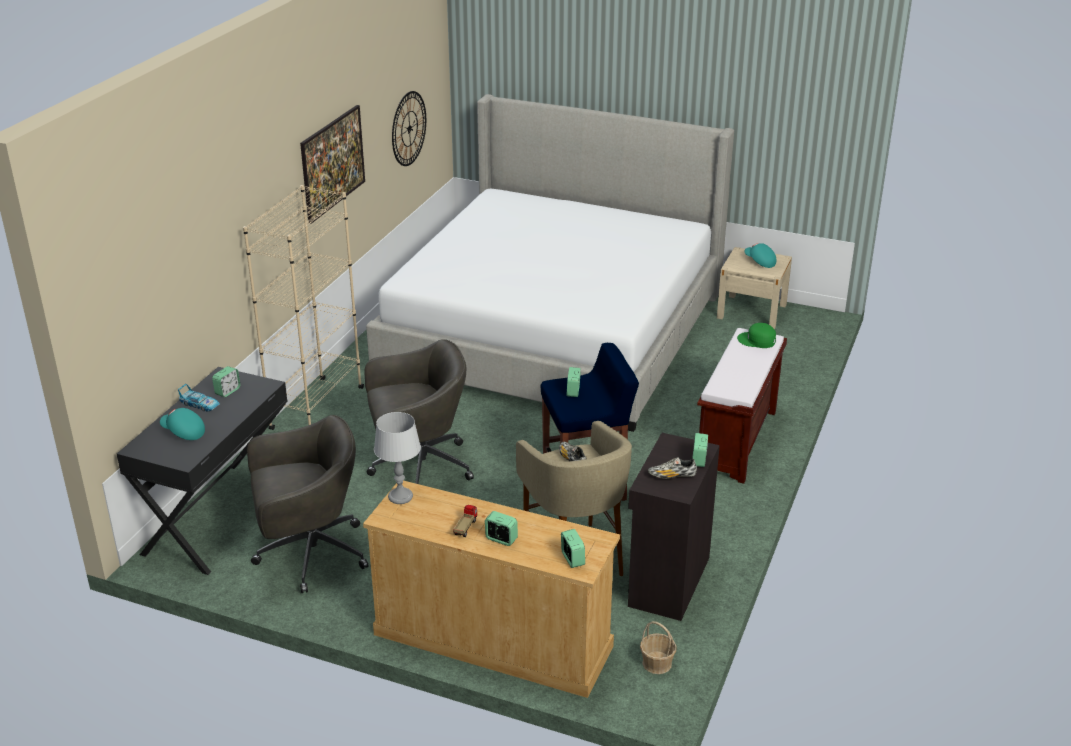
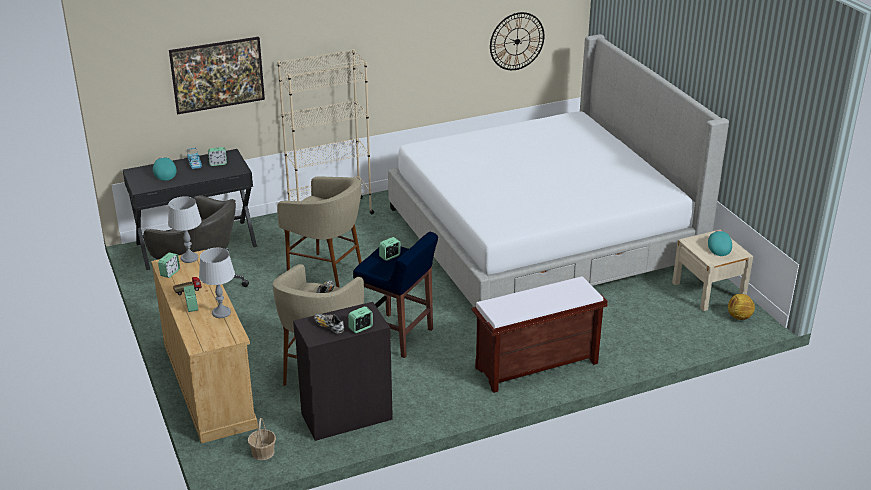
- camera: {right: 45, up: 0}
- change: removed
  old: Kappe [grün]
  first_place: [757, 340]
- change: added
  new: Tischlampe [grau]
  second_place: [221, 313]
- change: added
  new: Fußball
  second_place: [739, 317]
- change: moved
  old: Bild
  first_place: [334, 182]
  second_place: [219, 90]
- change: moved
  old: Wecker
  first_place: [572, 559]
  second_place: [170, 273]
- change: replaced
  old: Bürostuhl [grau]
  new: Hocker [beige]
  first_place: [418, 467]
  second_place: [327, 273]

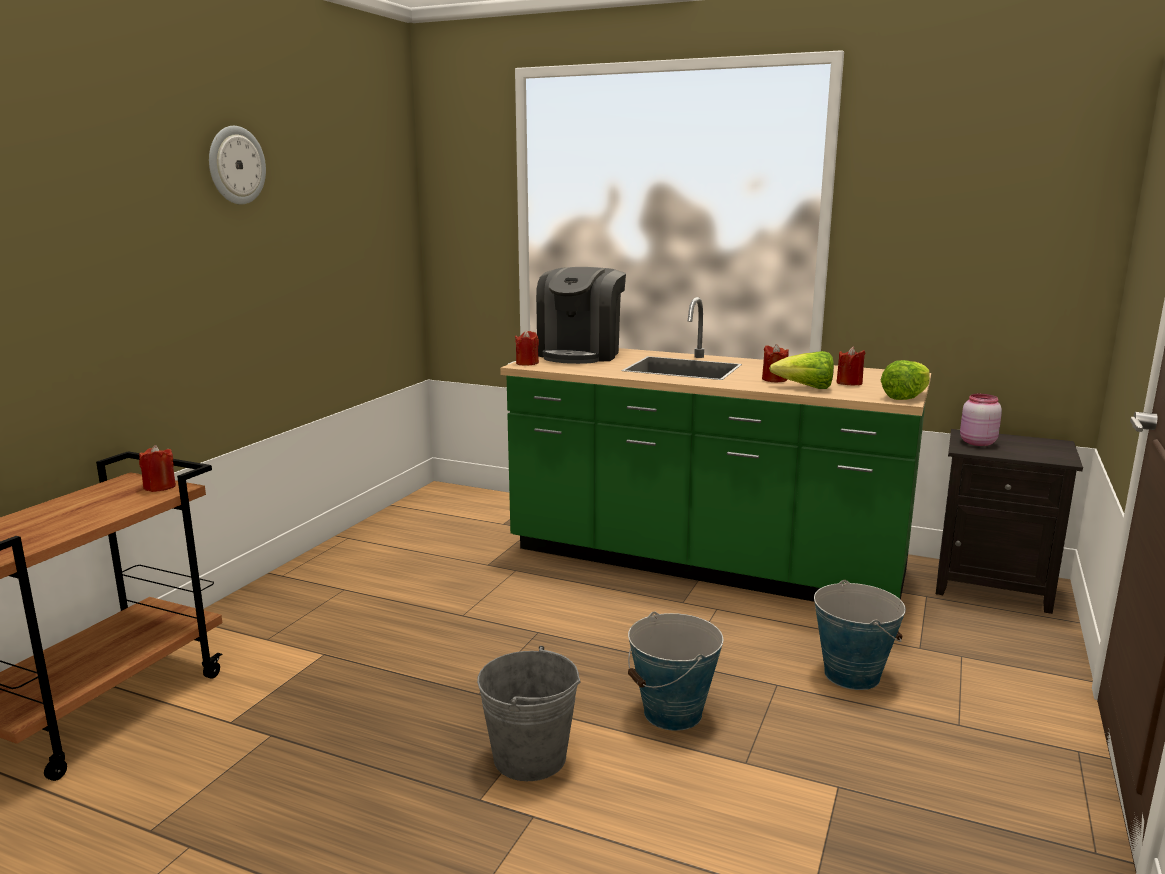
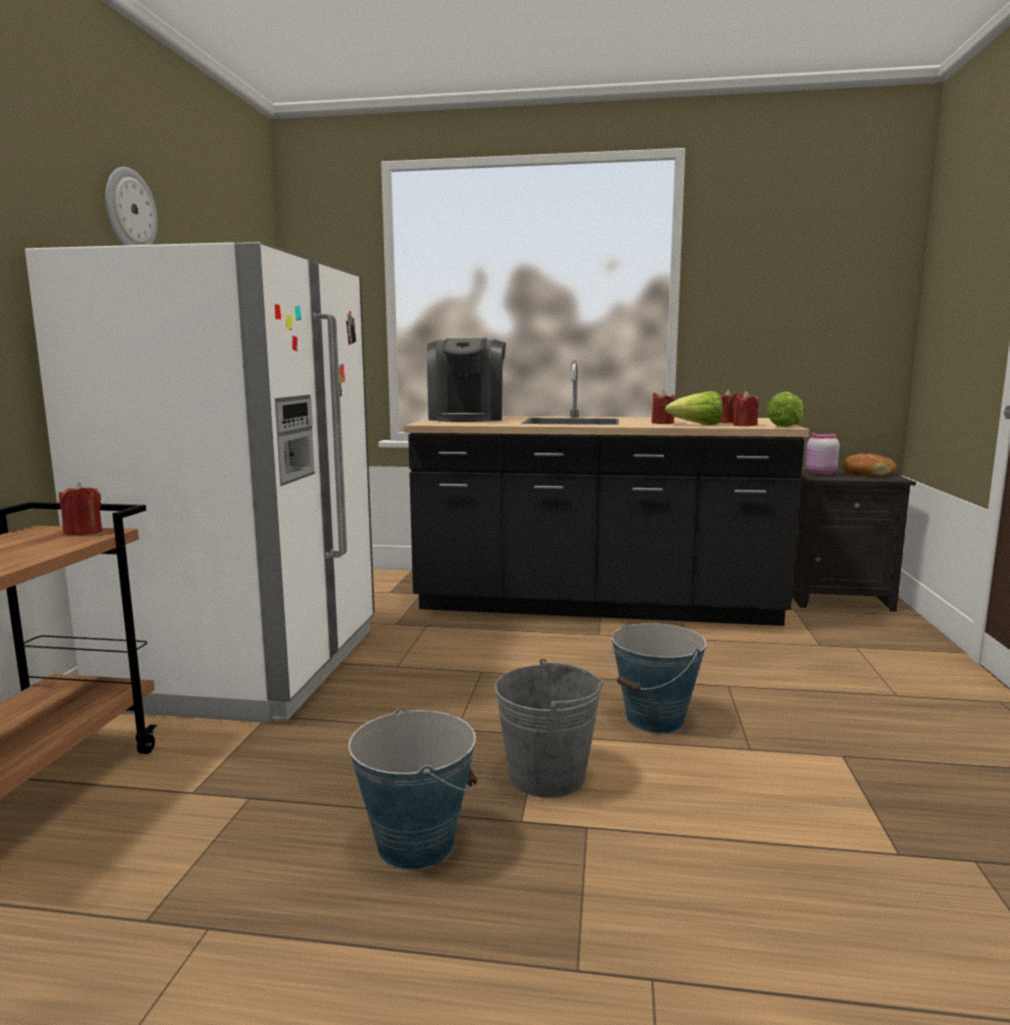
- camera: {right: -15, up: -5}
- change: added
  new: Kühlschrank [weiß]
  second_place: [248, 666]
- change: added
  new: Brot
  second_place: [867, 474]
- change: moved
  old: Kerze [rot]
  first_place: [527, 363]
  second_place: [744, 425]
- change: moved
  old: Eimer
  first_place: [851, 674]
  second_place: [415, 844]
- change: recoloured
  old: Küchenzeile [grün]
  new: Küchenzeile [schwarz]
  first_place: [704, 563]
  second_place: [596, 604]

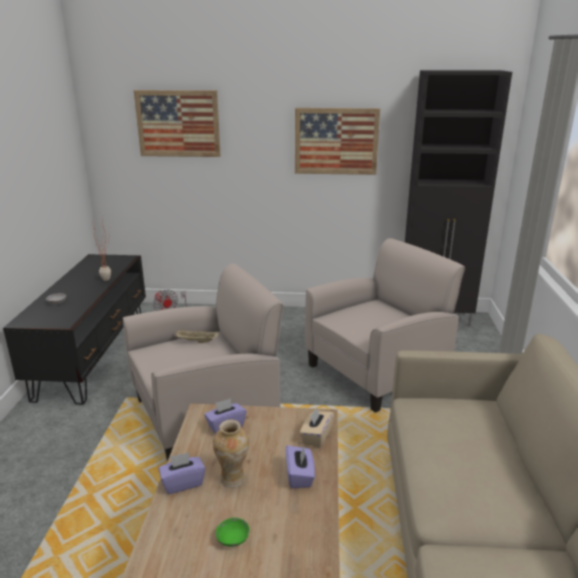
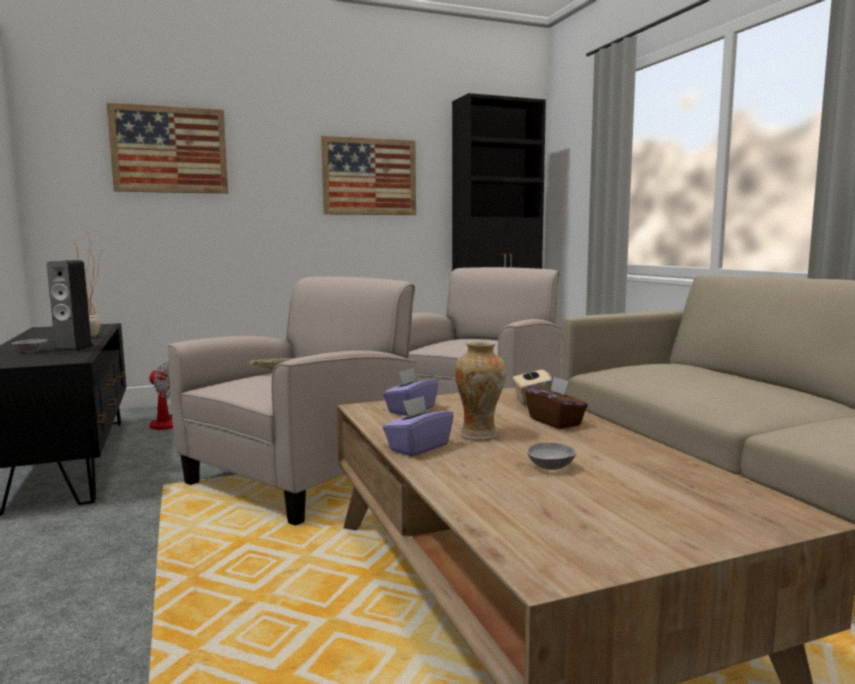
- camera: {right: -25, up: -15}
- change: added
  new: Lautsprecher
  second_place: [73, 348]
- change: recoloured
  old: Schüssel [grün]
  new: Schüssel [grau]
  first_place: [233, 539]
  second_place: [550, 467]
- change: recoloured
  old: Taschentuchbox [lila]
  new: Taschentuchbox [braun]
  first_place: [300, 476]
  second_place: [555, 422]

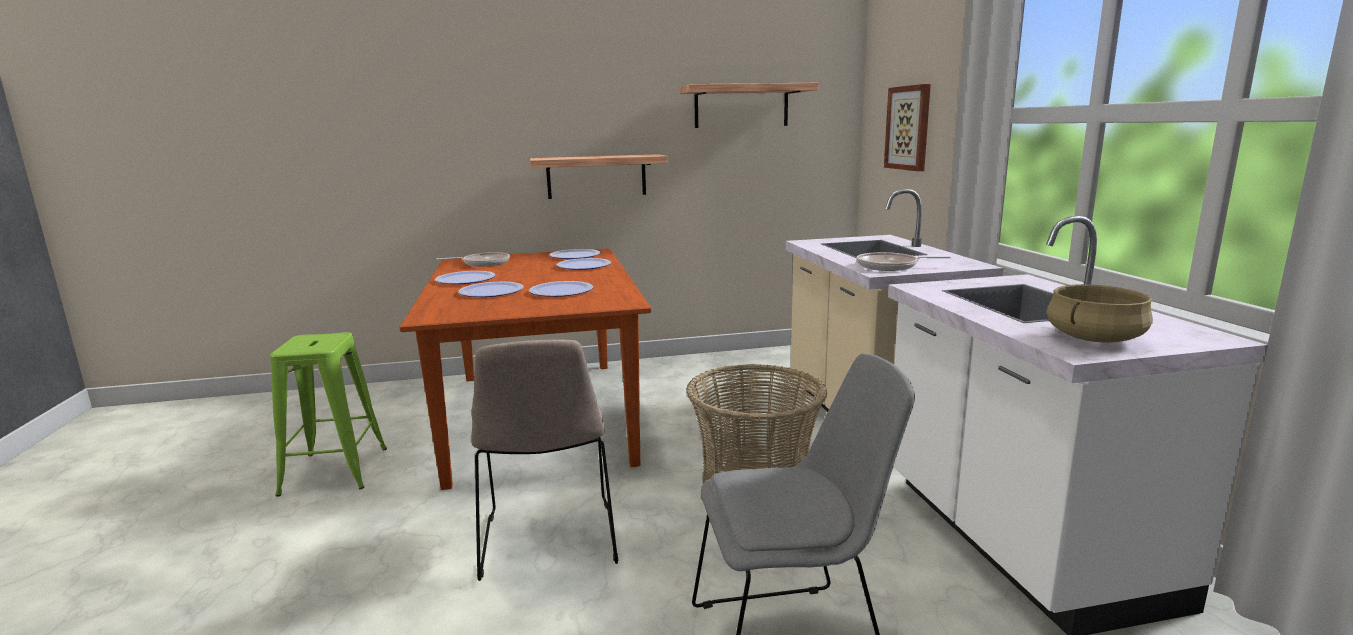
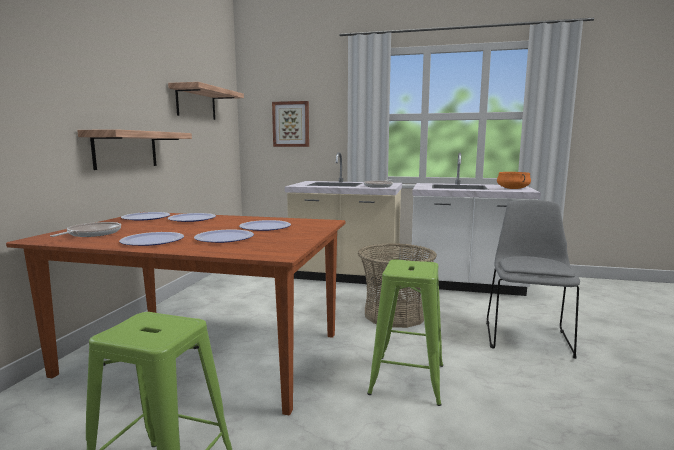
- camera: {right: -65, up: -5}
- change: replaced
  old: Stuhl [beige]
  new: Hocker [grün]
  first_place: [549, 543]
  second_place: [407, 378]
- change: recoloured
  old: Kochtopf [beige]
  new: Kochtopf [orange]
  first_place: [1093, 338]
  second_place: [512, 189]

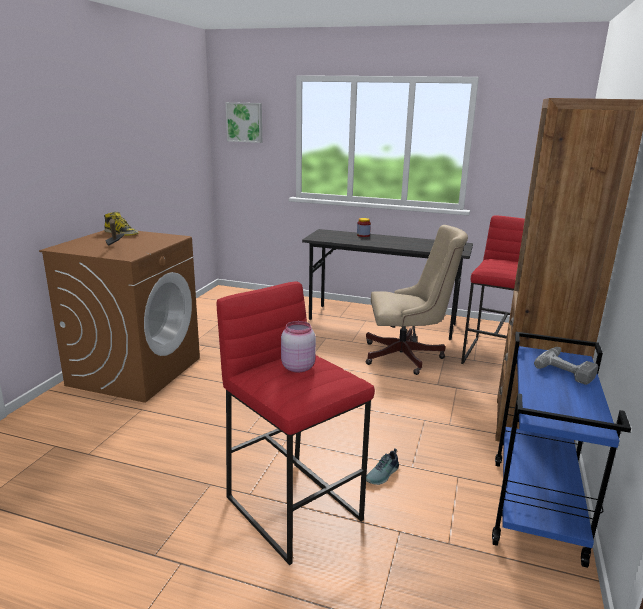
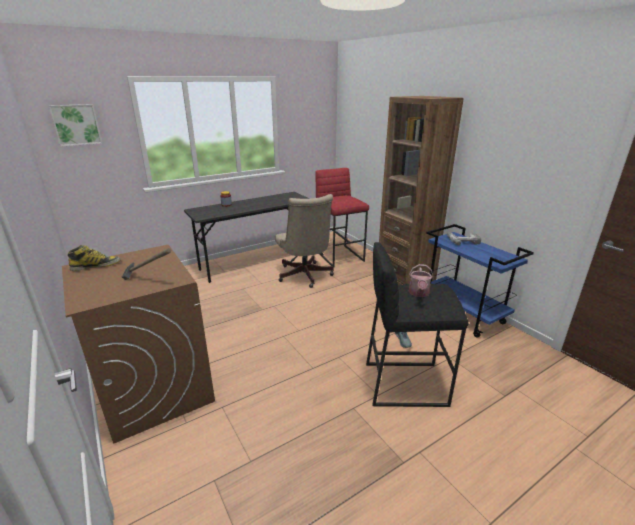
- camera: {right: -50, up: 5}
- change: replaced
  old: Vorratsglas [rosa]
  new: Gießkanne
  first_place: [297, 367]
  second_place: [419, 293]
- change: recoloured
  old: Hocker [rot]
  new: Hocker [schwarz]
  first_place: [294, 507]
  second_place: [405, 383]
- change: turned
  old: Bürostuhl [beige]
  first_place: [407, 356]
  second_place: [305, 276]
  degrees: 120

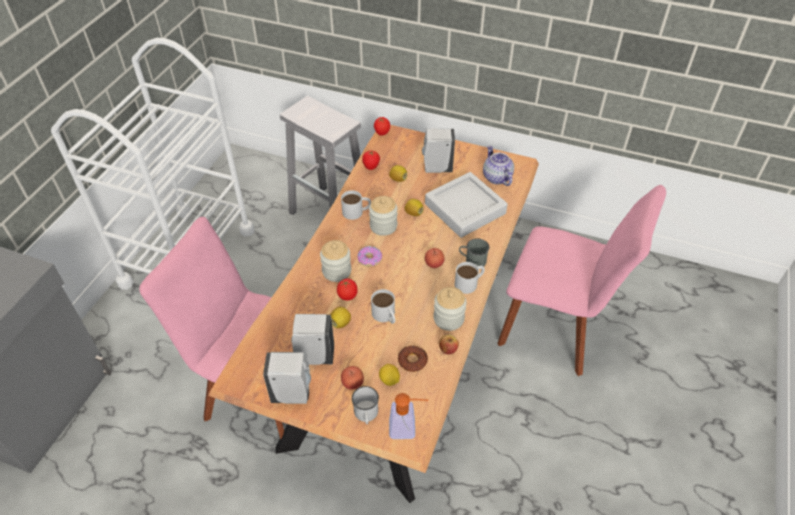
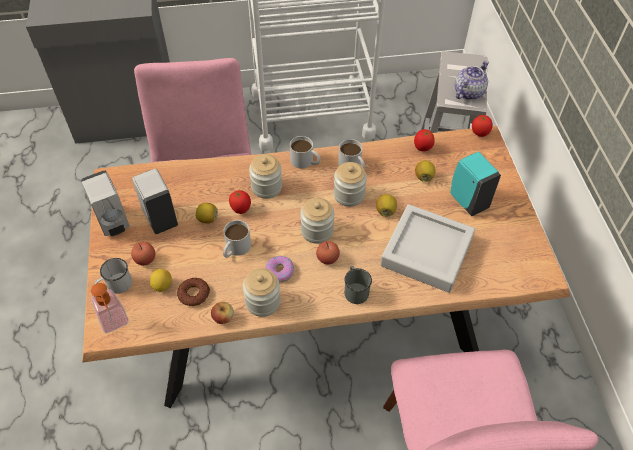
- camera: {right: 60, up: 5}
- change: added
  new: Vorratsglas
  second_place: [317, 231]
- change: moved
  old: Donut
  first_place: [369, 259]
  second_place: [280, 271]
- change: moved
  old: Henkelbecher [weiß]
  first_place: [469, 283]
  second_place: [305, 162]
- change: moved
  old: Teekanne
  first_place: [496, 177]
  second_place: [468, 92]
- change: recoloured
  old: Seifenspender [weiß]
  new: Seifenspender [türkis]
  first_place: [436, 168]
  second_place: [467, 201]

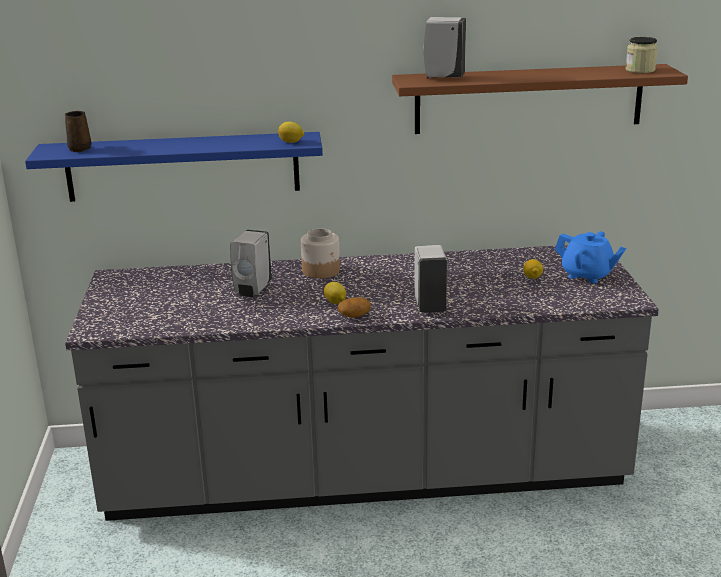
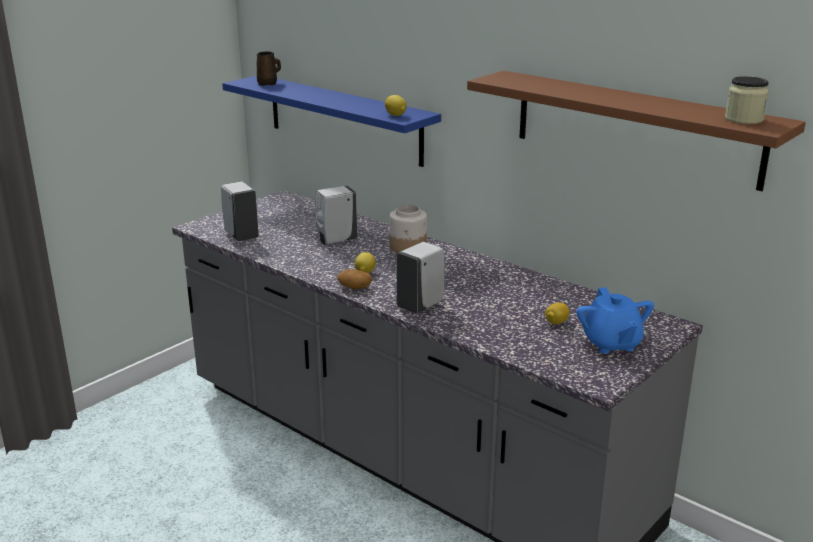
- camera: {right: 45, up: 0}
- change: moved
  old: Seifenspender [weiß]
  first_place: [442, 77]
  second_place: [241, 236]

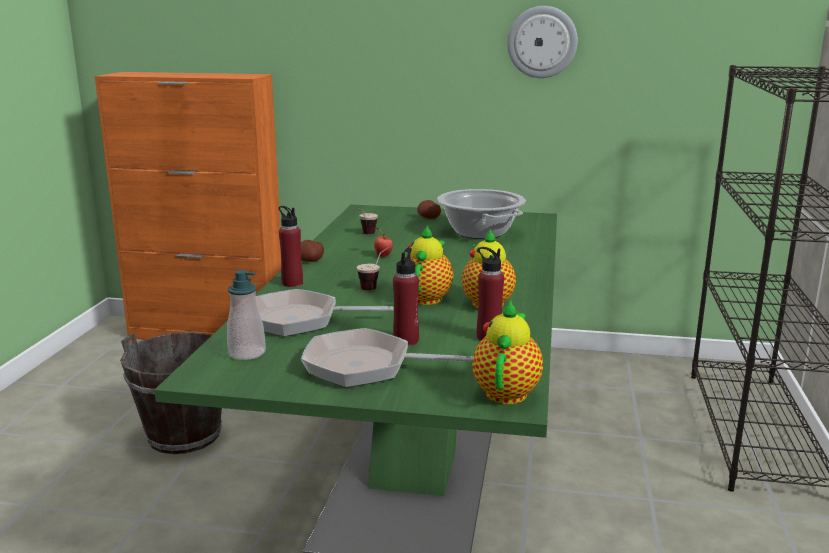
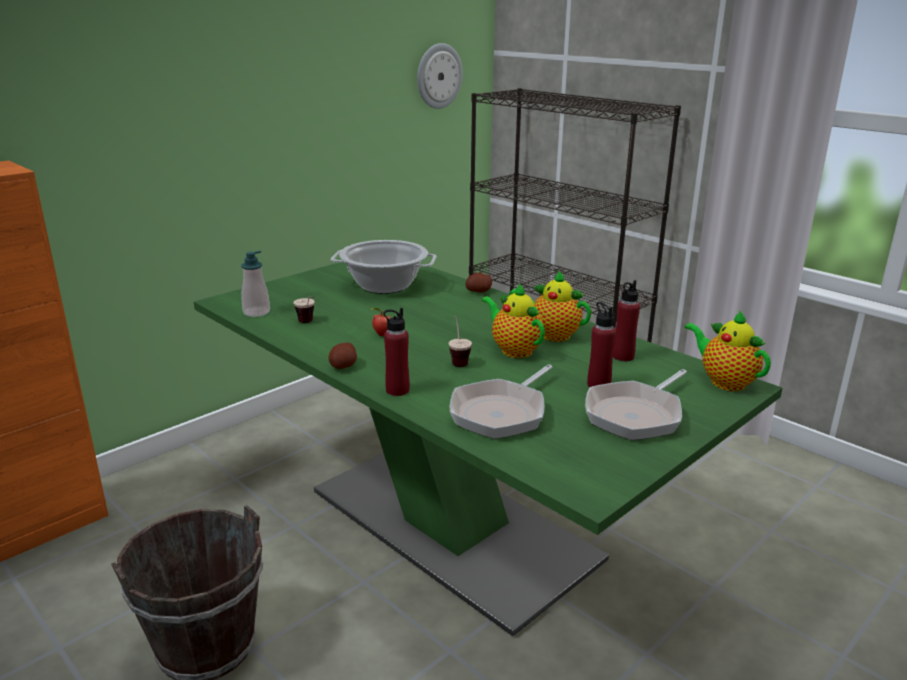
- camera: {right: -55, up: 5}
- change: moved
  old: Seifenspender
  first_place: [247, 353]
  second_place: [256, 312]
- change: moved
  old: Kartoffel
  first_place: [428, 218]
  second_place: [478, 291]
- change: moved
  old: Wanduhr
  first_place: [542, 42]
  second_place: [438, 76]

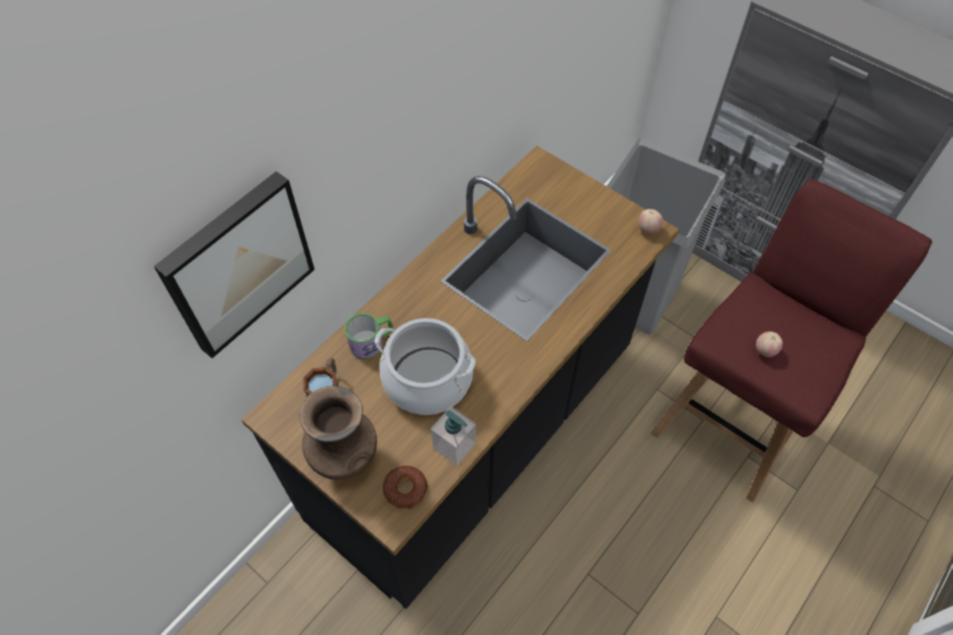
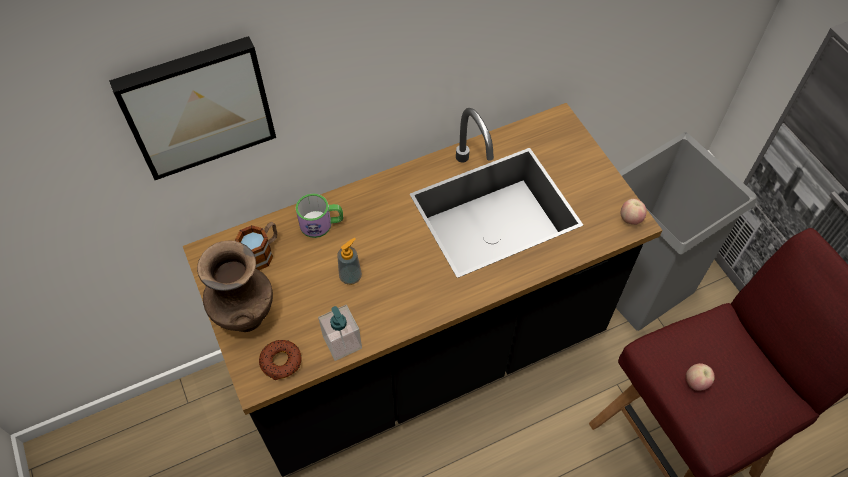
- camera: {right: 25, up: 0}
- change: replaced
  old: Kochtopf
  new: Seifenspender
  first_place: [427, 380]
  second_place: [350, 276]

